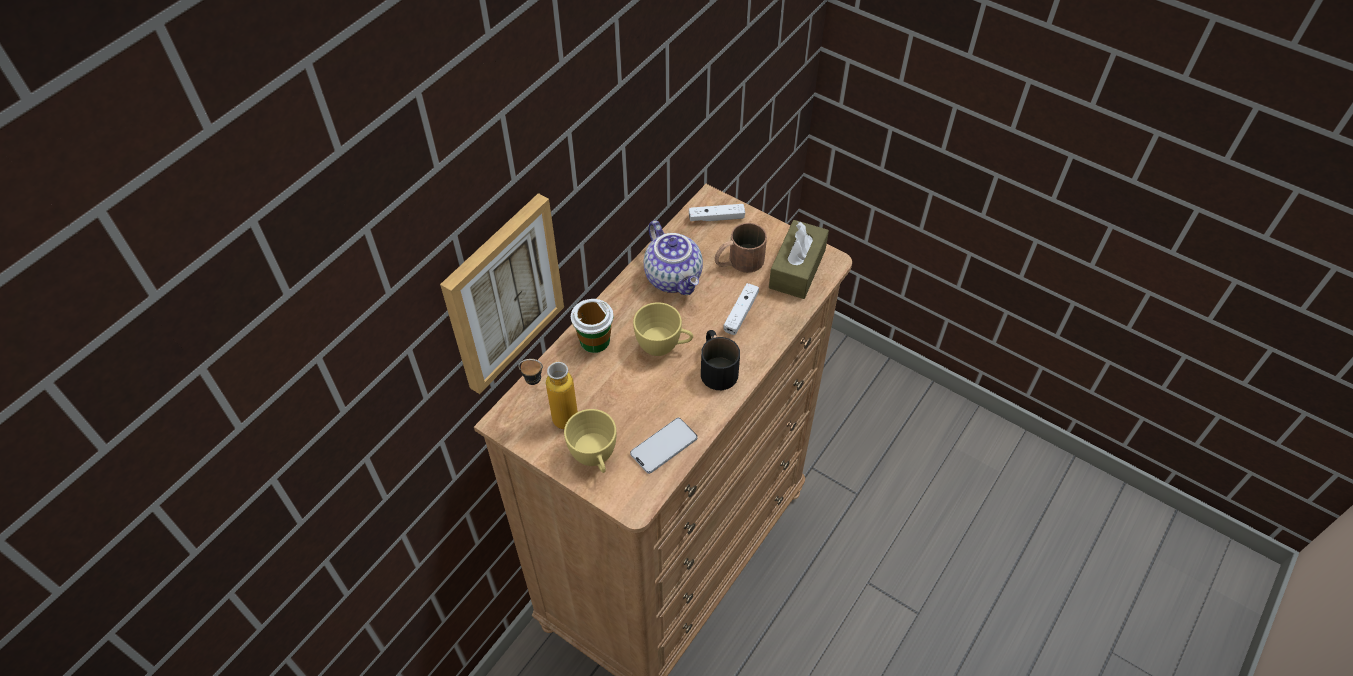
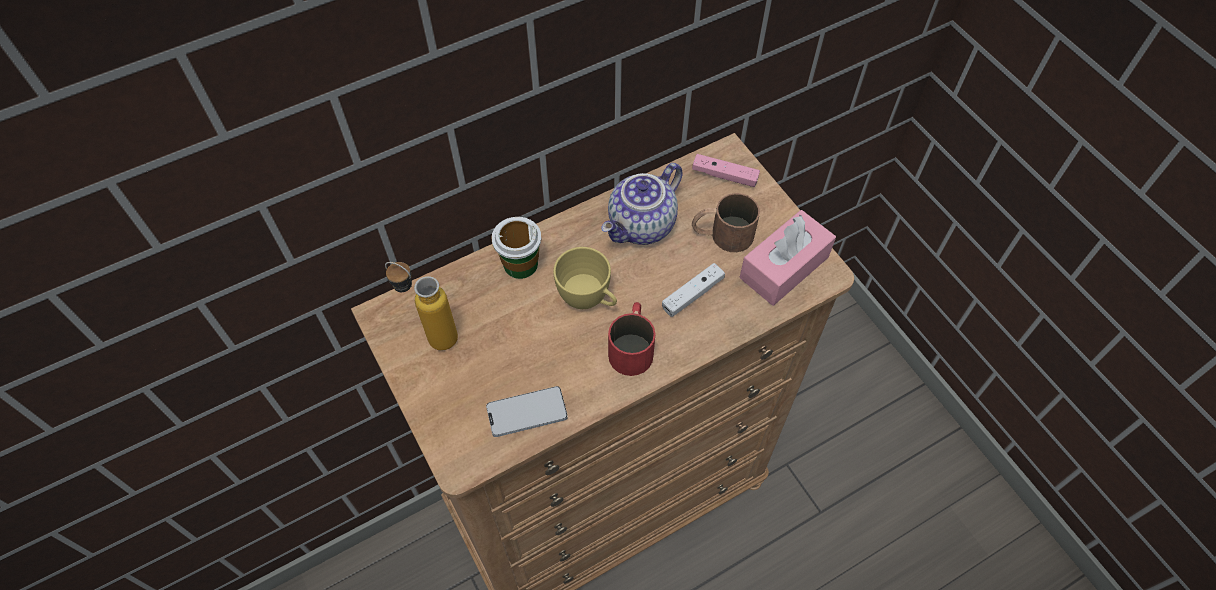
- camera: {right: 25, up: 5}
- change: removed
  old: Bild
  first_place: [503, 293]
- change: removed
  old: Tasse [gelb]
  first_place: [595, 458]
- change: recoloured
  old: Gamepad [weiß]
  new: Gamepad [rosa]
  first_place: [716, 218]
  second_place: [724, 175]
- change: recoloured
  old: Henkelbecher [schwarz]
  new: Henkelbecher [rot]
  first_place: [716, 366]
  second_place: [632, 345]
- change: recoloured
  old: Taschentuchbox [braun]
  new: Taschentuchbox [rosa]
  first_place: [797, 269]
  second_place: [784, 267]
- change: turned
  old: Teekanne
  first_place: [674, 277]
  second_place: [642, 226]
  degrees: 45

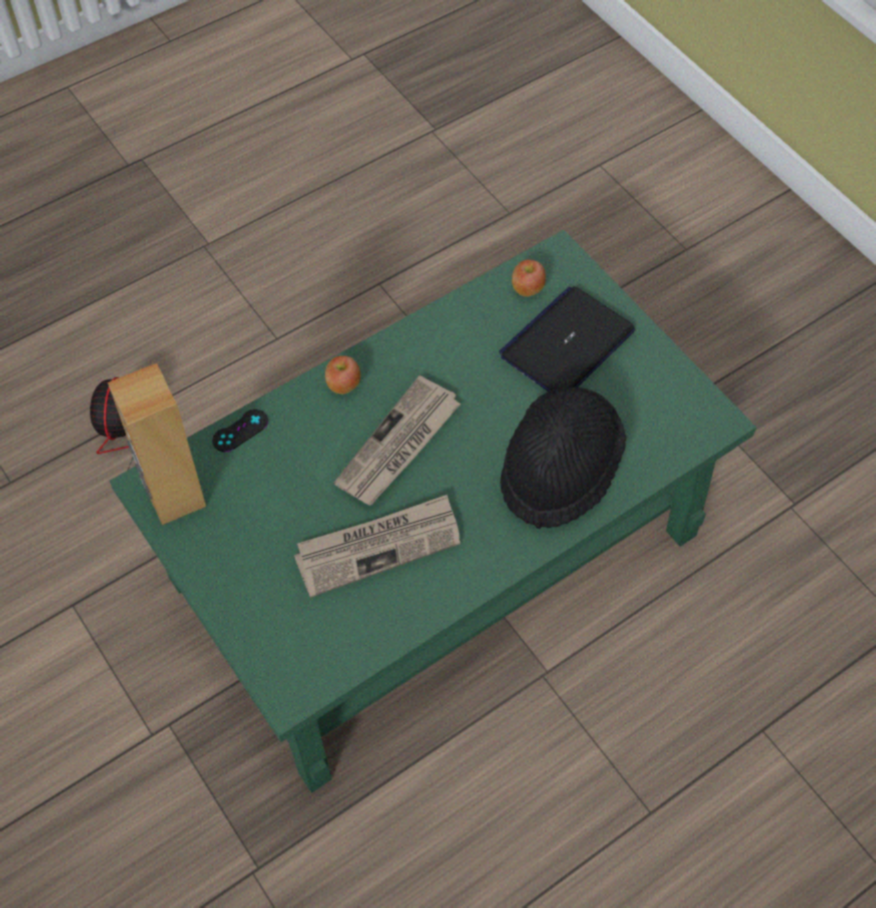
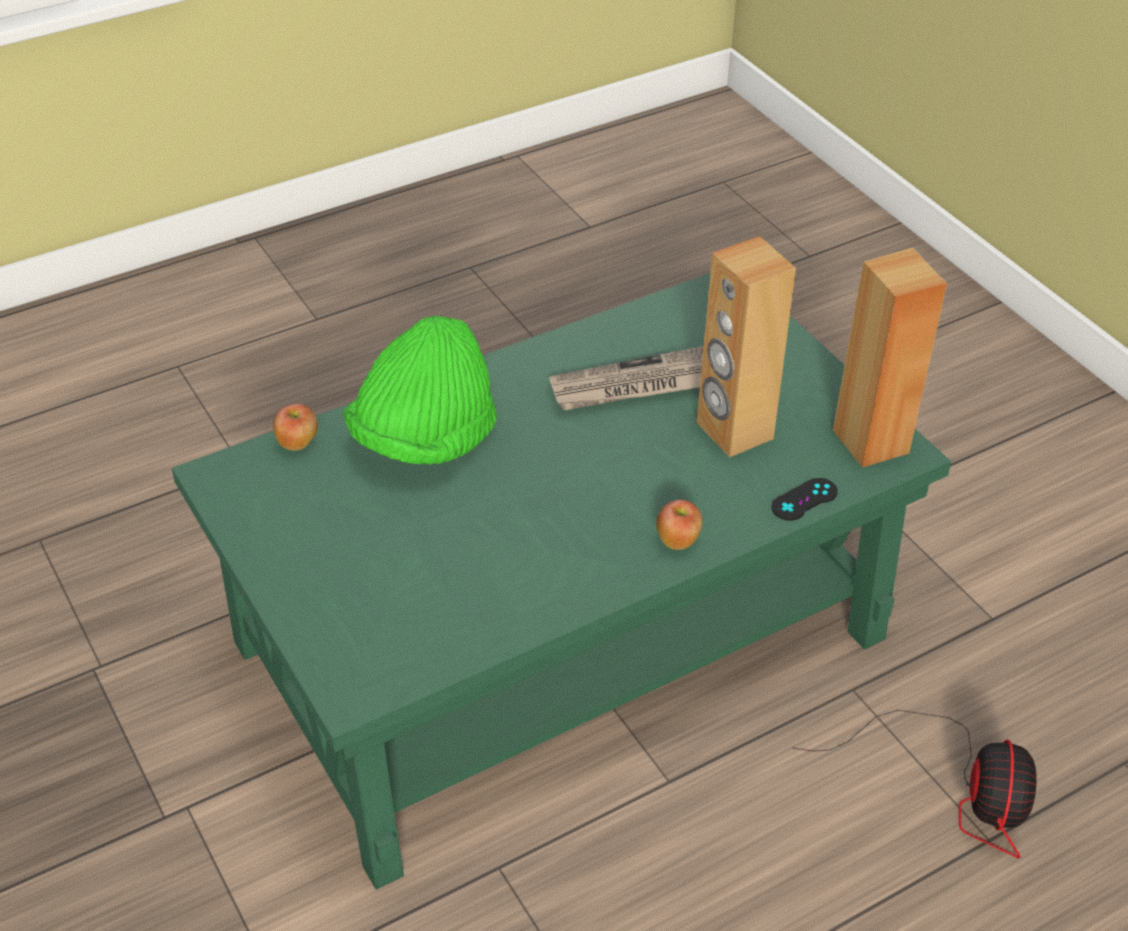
- camera: {right: -175, up: -15}
- change: removed
  old: Zeitung
  first_place: [398, 445]
- change: removed
  old: Laptop
  first_place: [567, 343]
- change: added
  new: Lautsprecher [braun]
  second_place: [733, 431]
- change: moved
  old: Apfel
  first_place: [527, 289]
  second_place: [298, 443]
- change: recoloured
  old: Hut [schwarz]
  new: Hut [grün]
  first_place: [558, 471]
  second_place: [424, 438]

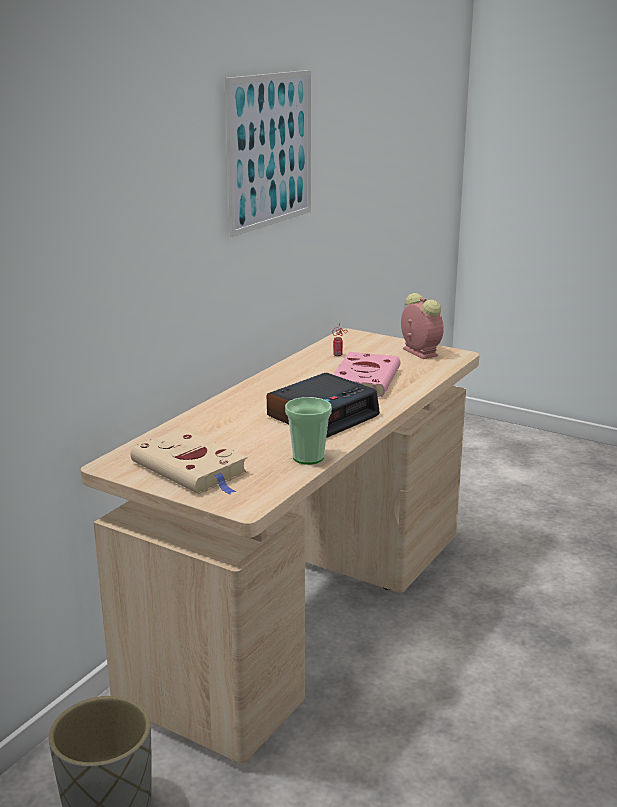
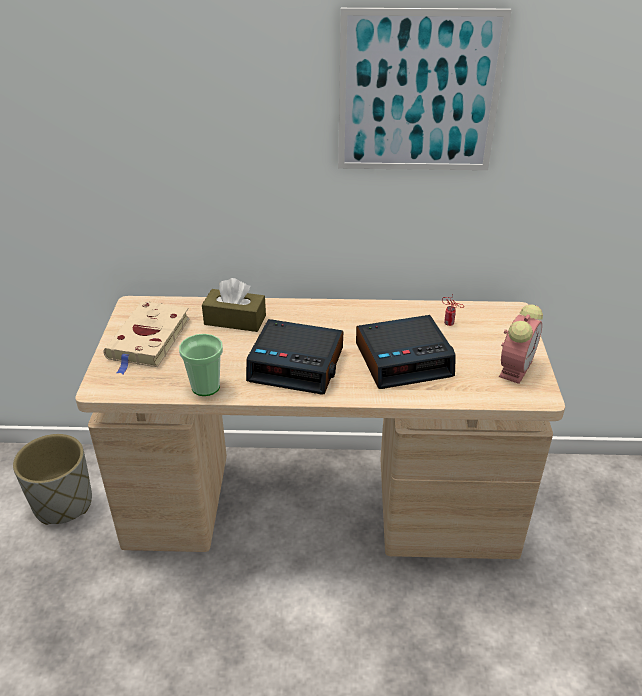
- camera: {right: 60, up: 15}
- change: added
  new: Taschentuchbox [braun]
  second_place: [235, 320]
- change: replaced
  old: Buch [rosa]
  new: Wecker
  first_place: [365, 379]
  second_place: [404, 359]

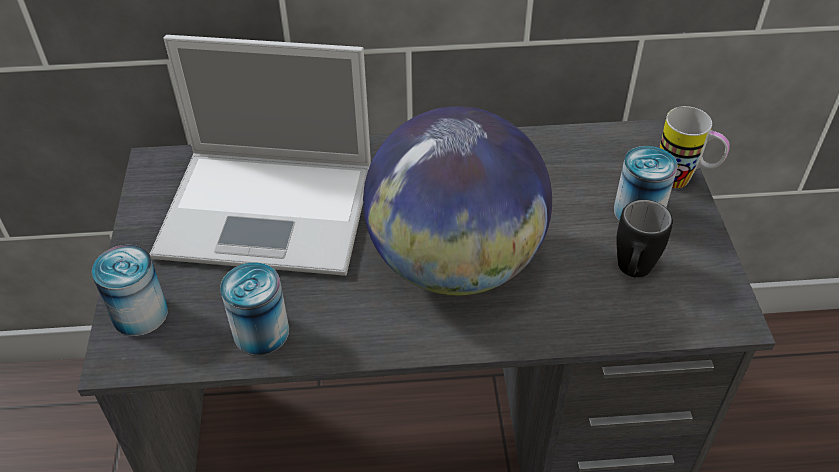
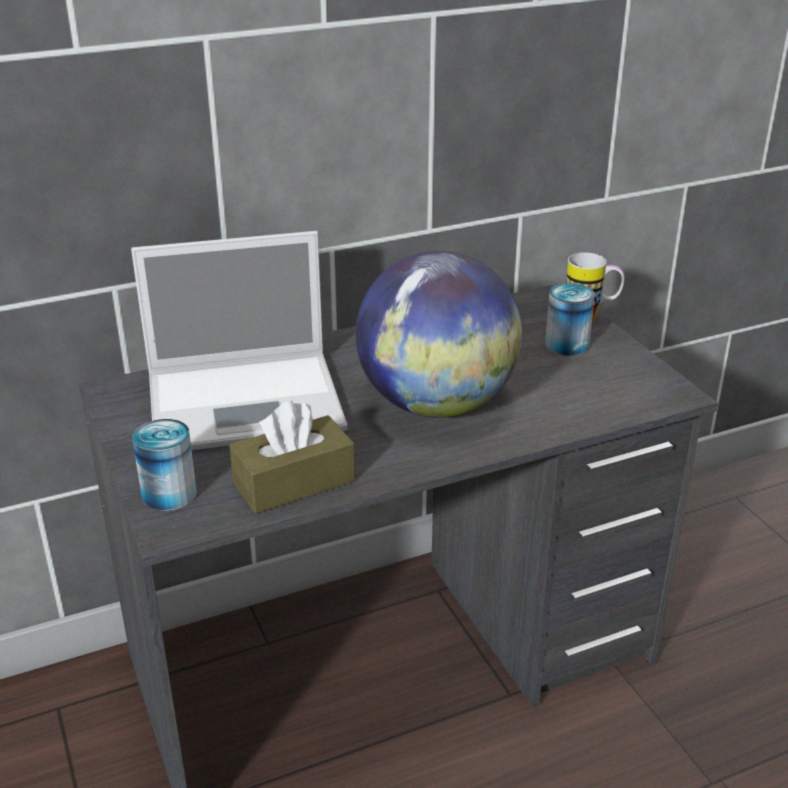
- camera: {right: -20, up: -15}
- change: removed
  old: Henkelbecher [schwarz]
  first_place: [632, 273]
- change: replaced
  old: Dose
  new: Taschentuchbox [braun]
  first_place: [261, 332]
  second_place: [294, 482]

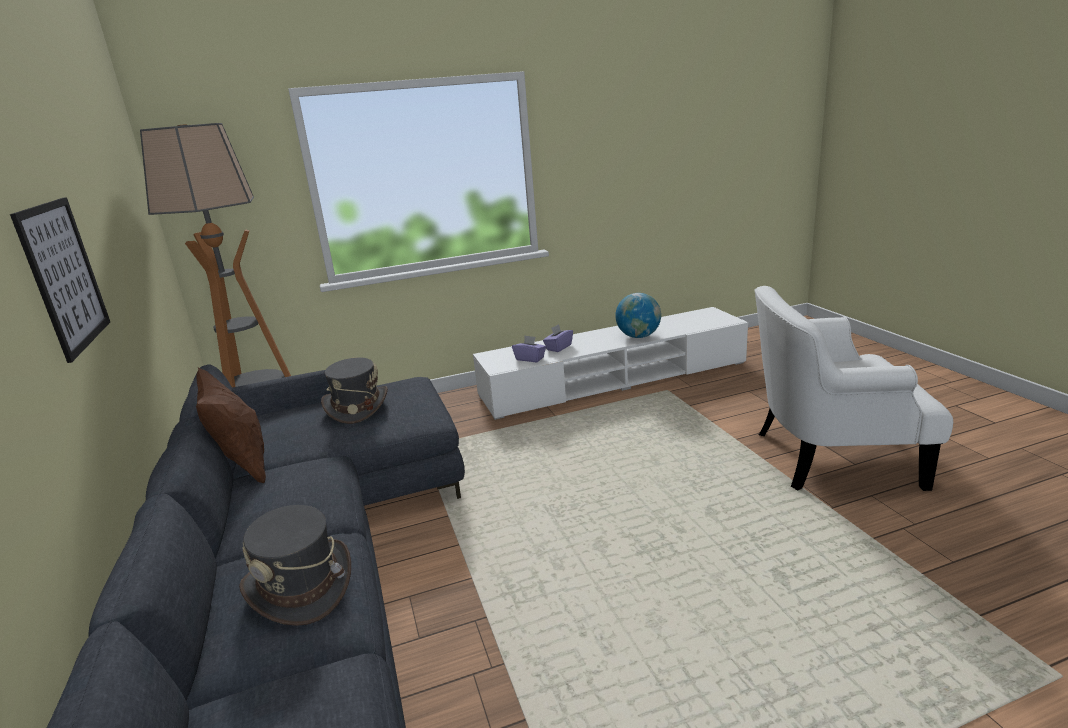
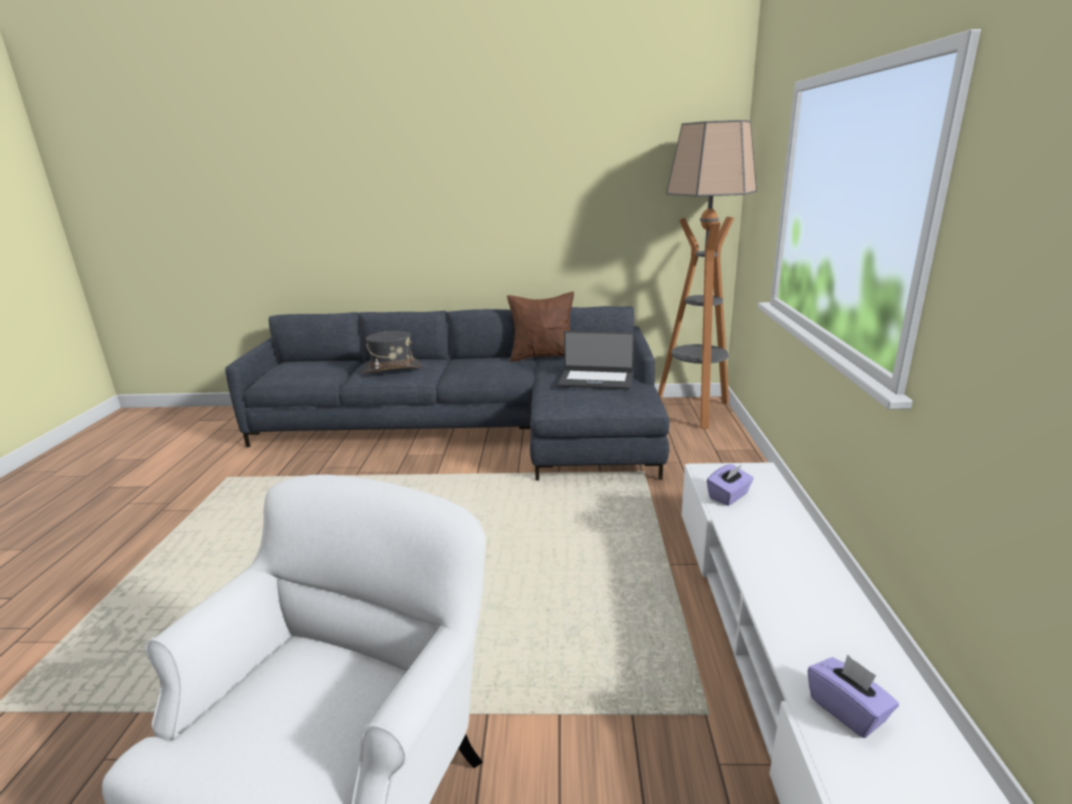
- camera: {right: 110, up: 0}
- change: removed
  old: Bild
  first_place: [64, 275]
- change: removed
  old: Globus
  first_place: [638, 336]
- change: moved
  old: Taschentuchbox [lila]
  first_place: [558, 347]
  second_place: [847, 710]
- change: replaced
  old: Hut [grau]
  new: Laptop
  first_place: [357, 407]
  second_place: [596, 380]

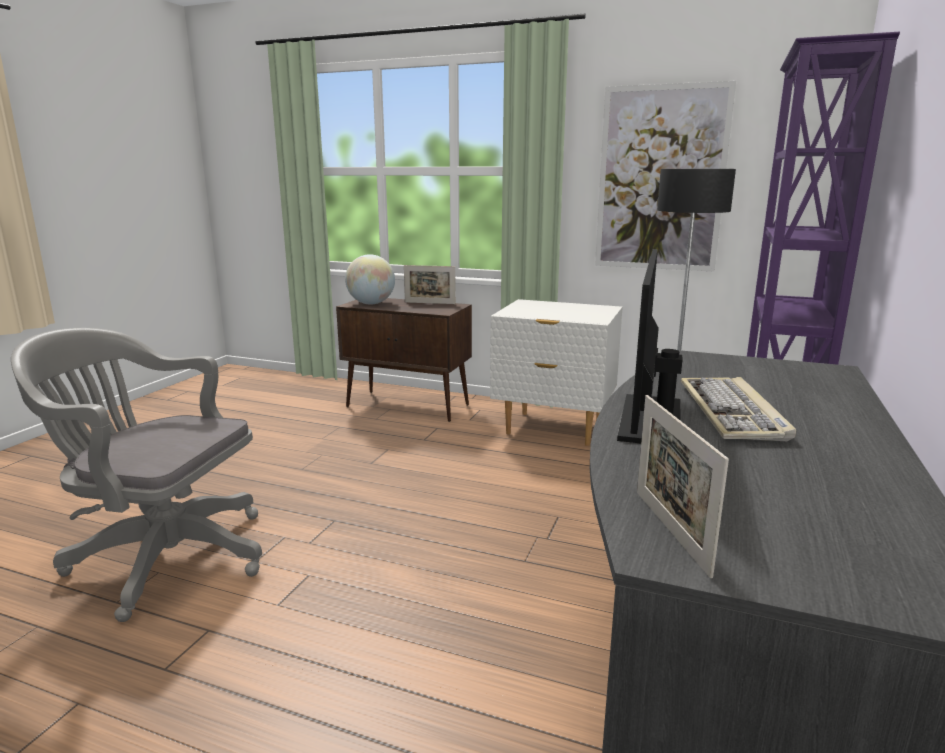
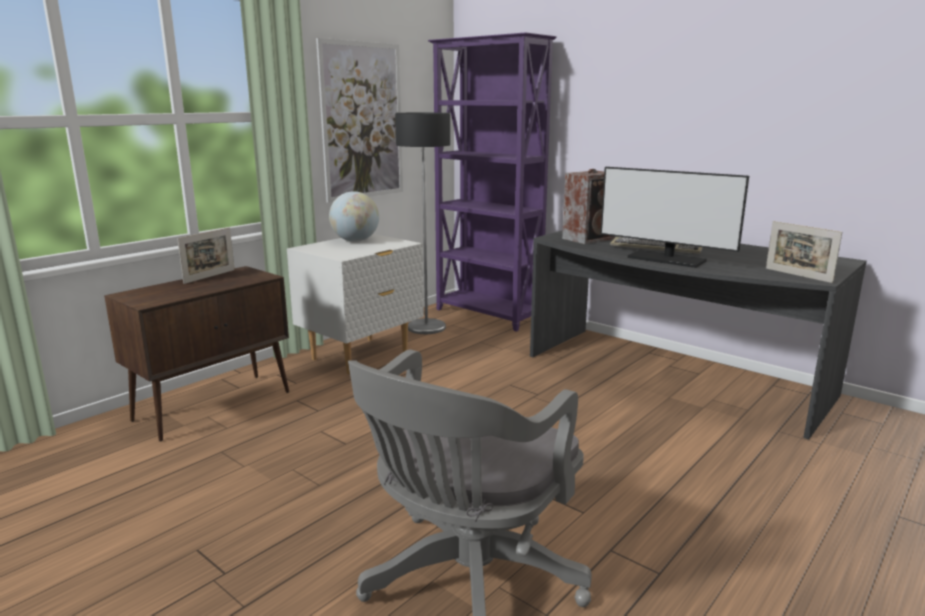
- camera: {right: -70, up: 0}
- change: added
  new: Lautsprecher
  second_place: [589, 238]
- change: moved
  old: Globus
  first_place: [371, 304]
  second_place: [355, 241]
- change: turned
  old: Bilderrahmen
  first_place: [670, 530]
  second_place: [798, 275]
  degrees: 45

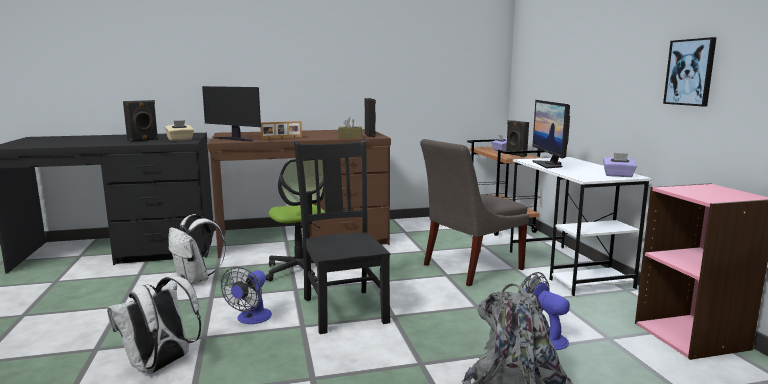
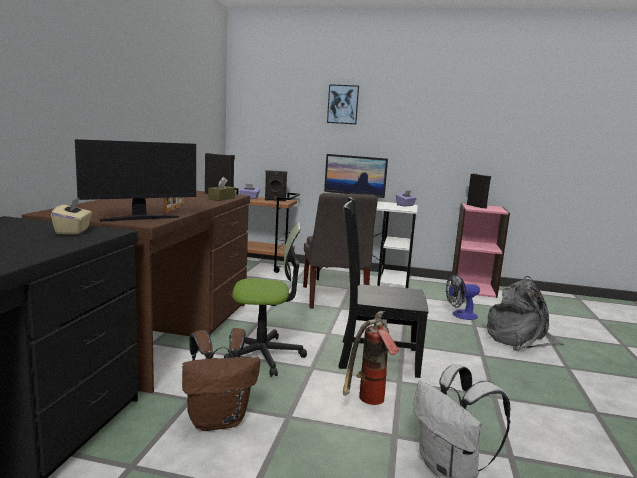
- camera: {right: -65, up: 0}
- change: moved
  old: Lautsprecher [schwarz]
  first_place: [143, 140]
  second_place: [477, 206]
- change: moved
  old: Bild
  first_place: [690, 72]
  second_place: [343, 104]
- change: replaced
  old: Ventilator
  new: Feuerlöscher
  first_place: [251, 319]
  second_place: [368, 403]
- change: recoloured
  old: Rucksack [weiß]
  new: Rucksack [braun]
  first_place: [195, 280]
  second_place: [219, 420]

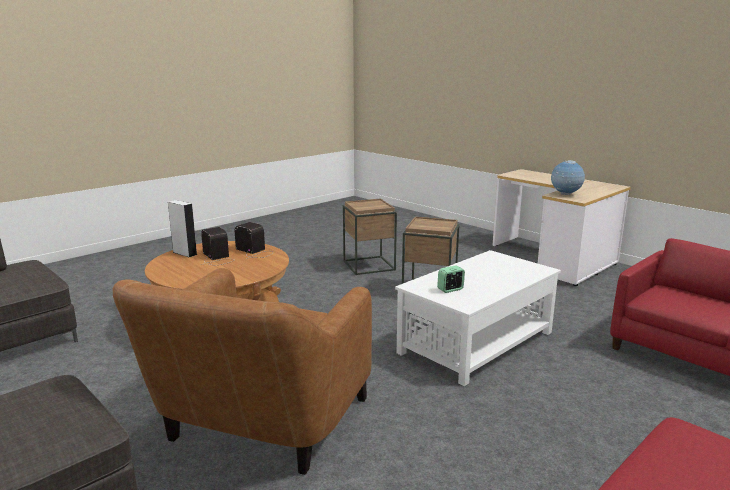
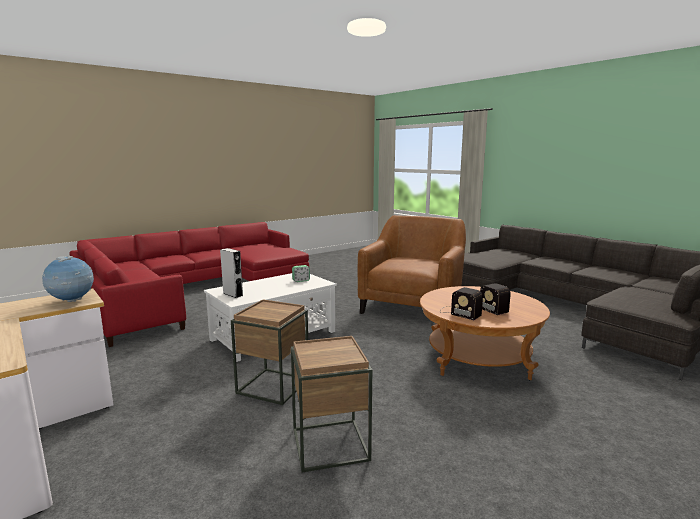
- camera: {right: -175, up: -5}
- change: moved
  old: Lautsprecher [grau]
  first_place: [185, 253]
  second_place: [233, 294]

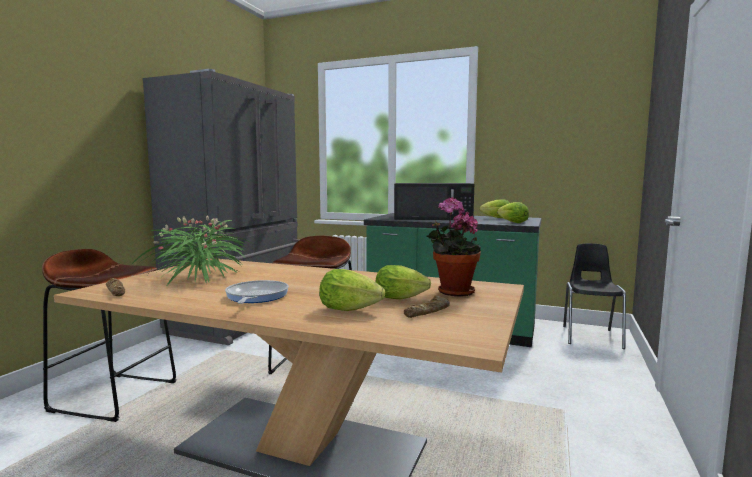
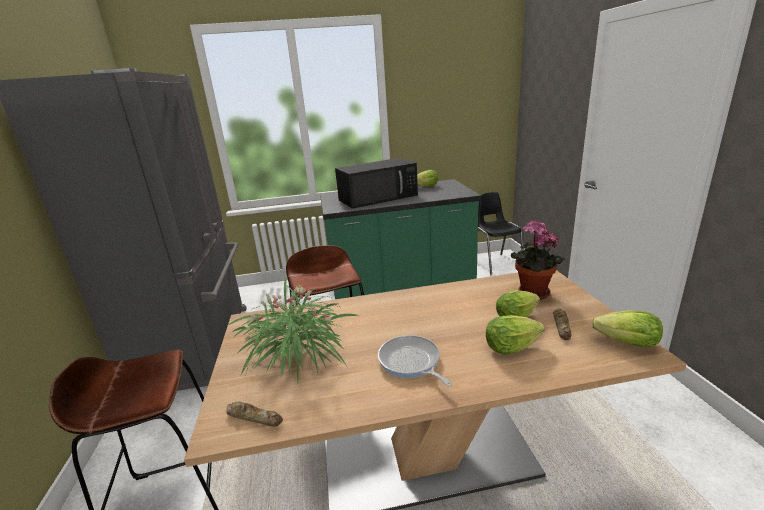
- camera: {right: -30, up: 15}
- change: moved
  old: Salatkopf
  first_place: [513, 222]
  second_place: [627, 343]

